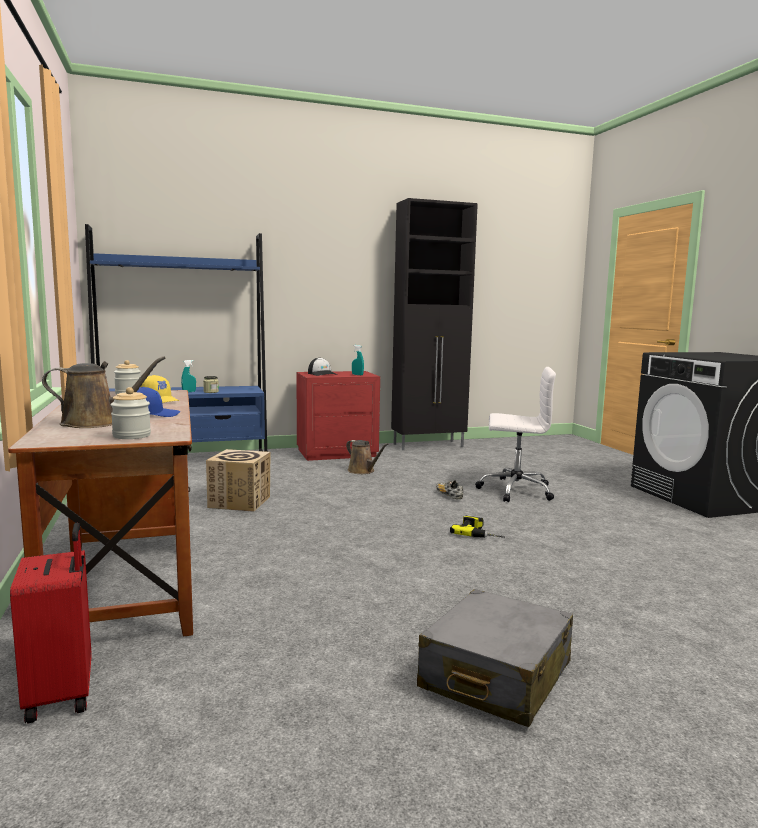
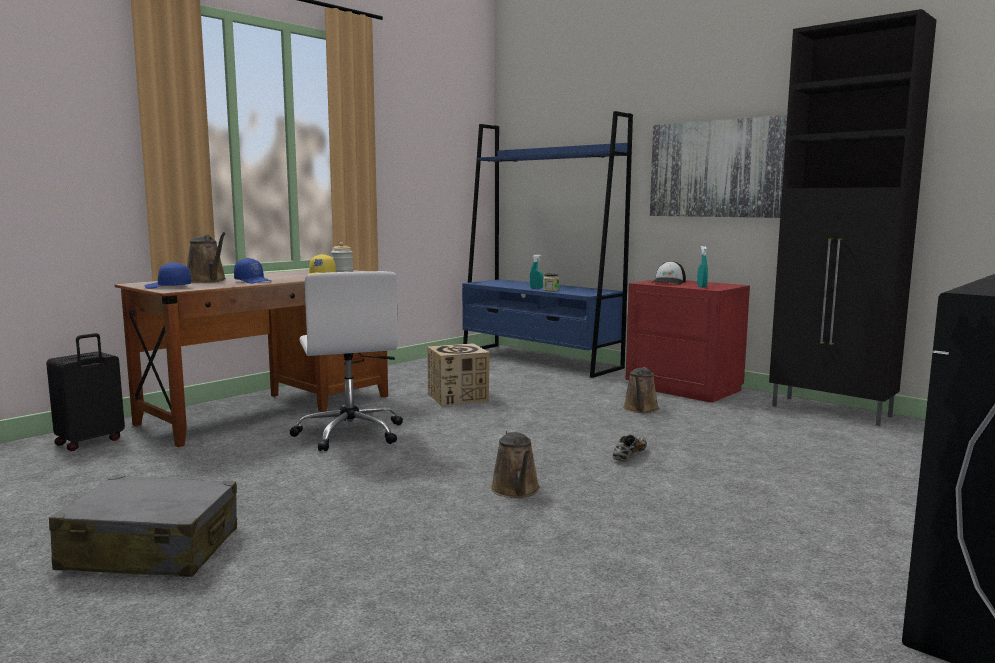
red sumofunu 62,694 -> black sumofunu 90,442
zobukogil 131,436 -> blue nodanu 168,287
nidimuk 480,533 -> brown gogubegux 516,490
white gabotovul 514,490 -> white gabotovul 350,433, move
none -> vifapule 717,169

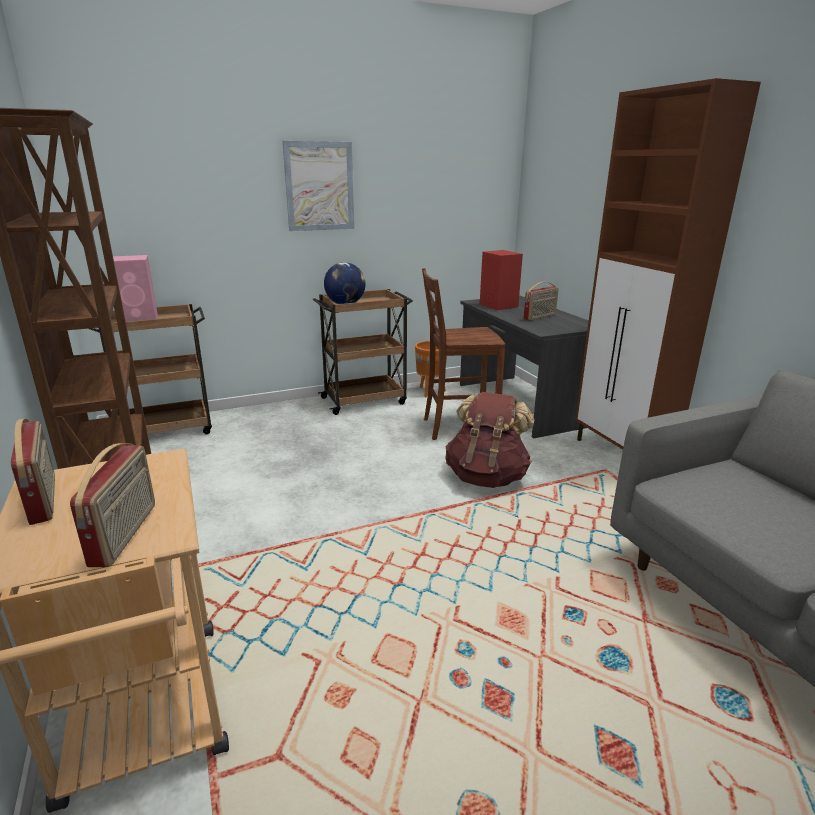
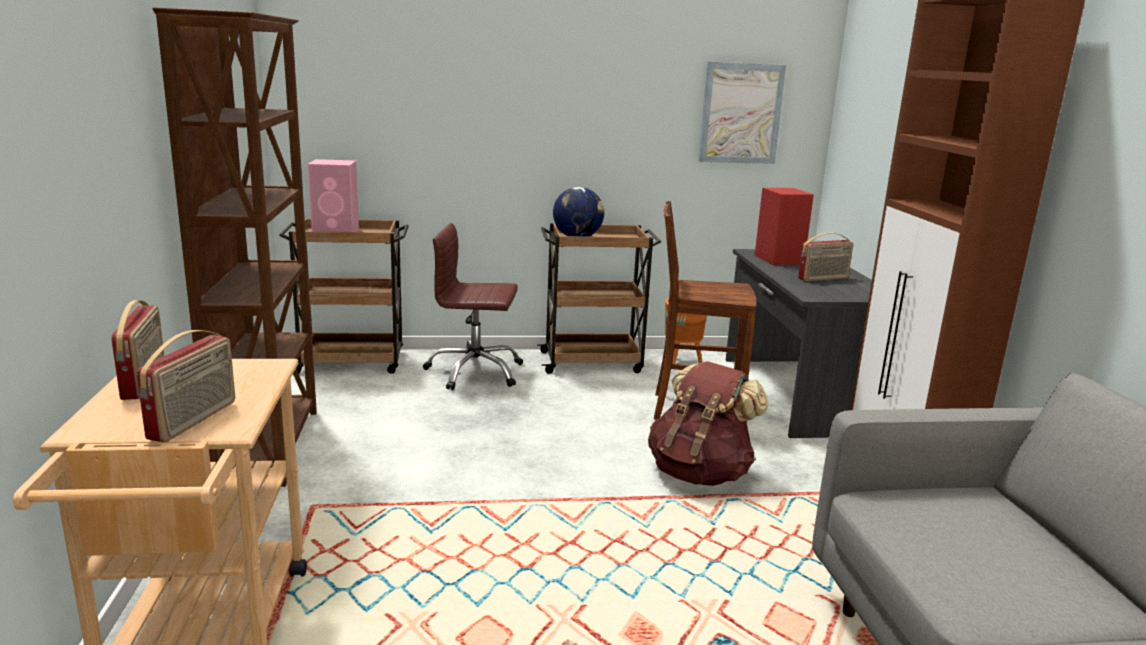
vifapule 319,186 -> vifapule 741,113, move
none -> brown gabotovul 475,372

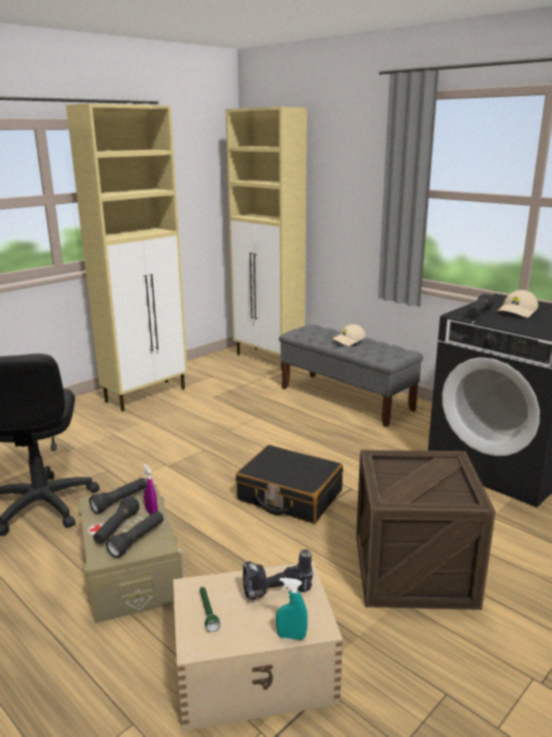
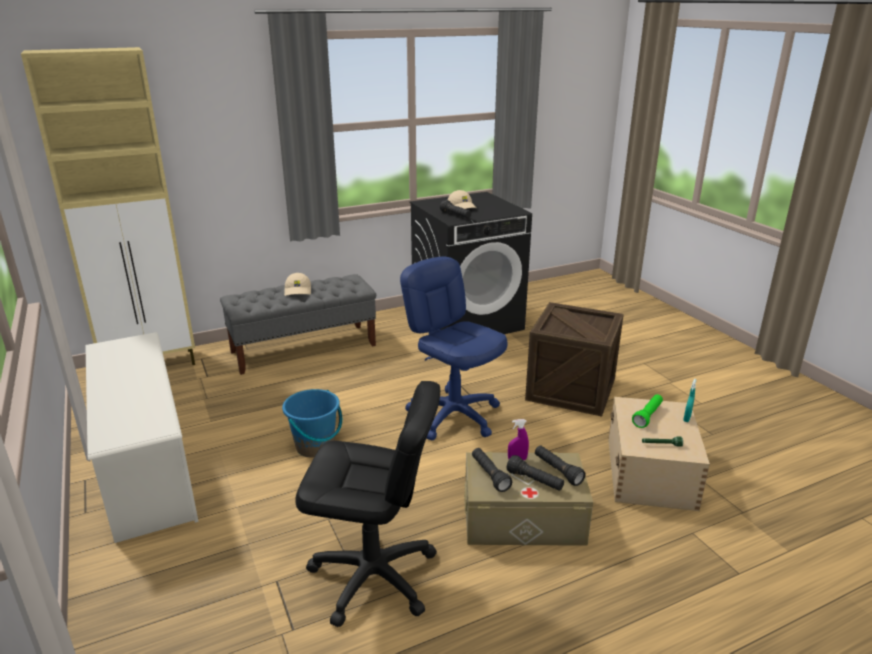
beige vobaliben 147,395 -> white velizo 147,467
black sumofunu 289,496 -> blue gabotovul 454,415
nidimuk 276,595 -> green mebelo 647,416
none -> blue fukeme 315,446

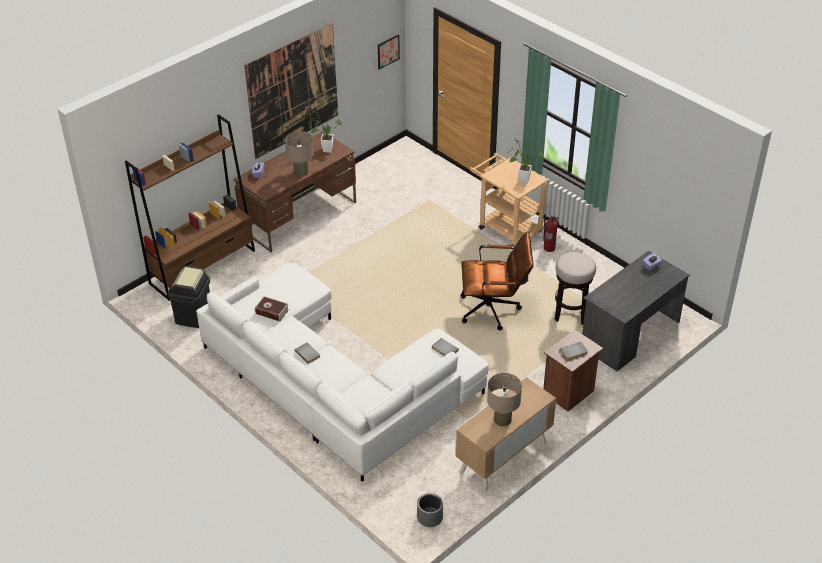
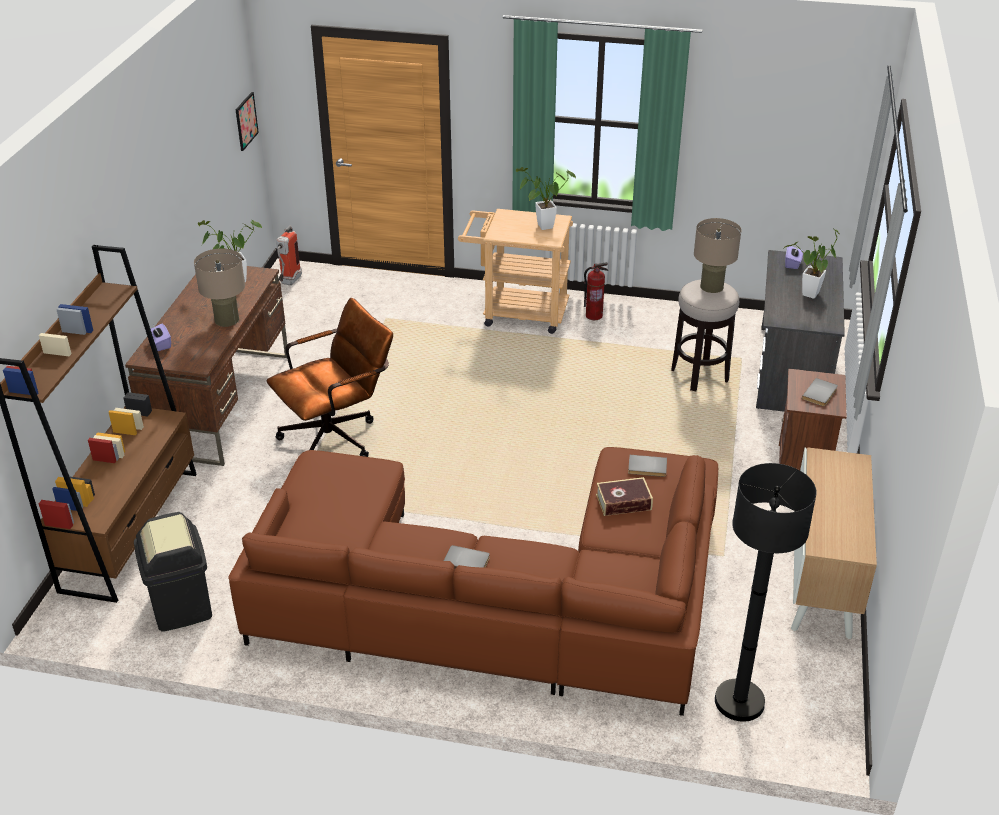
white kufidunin 333,383 -> brown kufidunin 496,599
vifapule 293,91 -> none
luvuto 272,312 -> luvuto 623,502, move
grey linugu 429,517 -> none
brown gabotovul 494,310 -> brown gabotovul 337,436, move
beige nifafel 502,419 -> beige nifafel 711,286, move
none -> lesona 289,282
none -> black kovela 739,701
none -> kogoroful 808,296

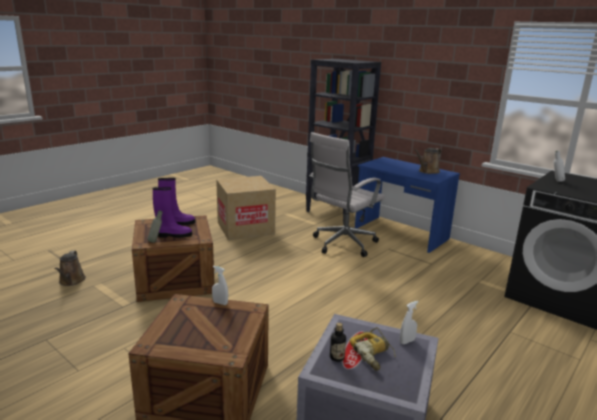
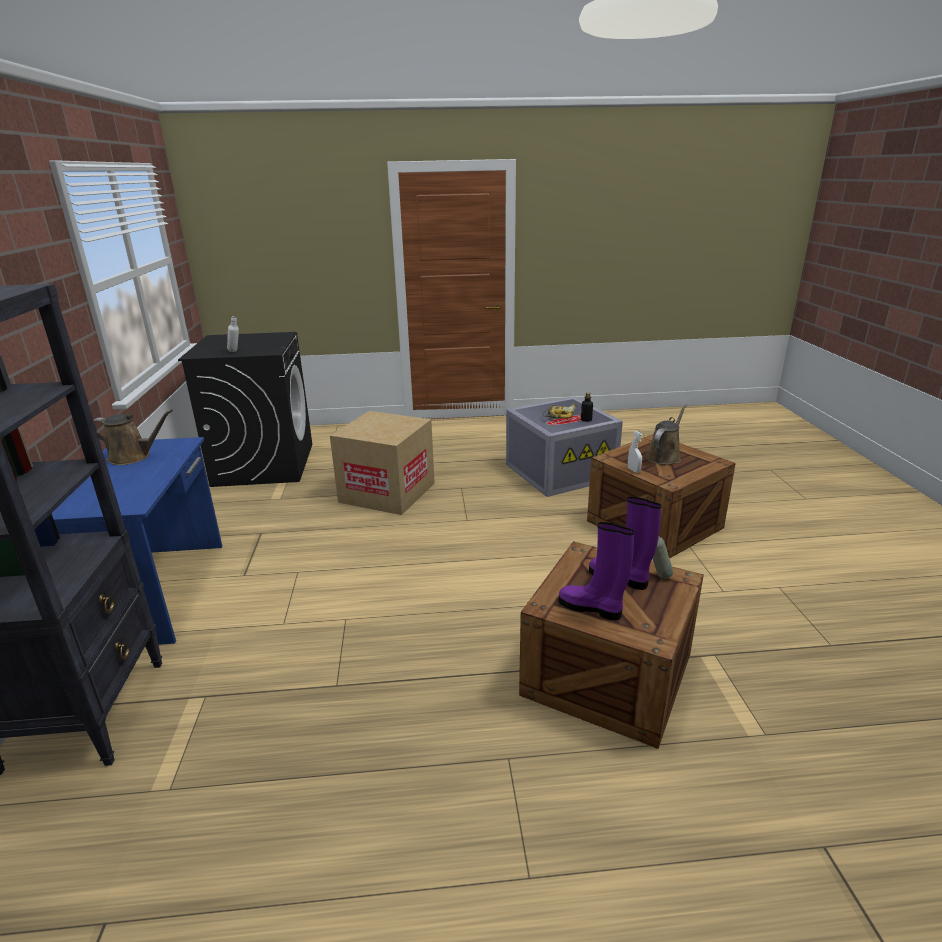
brown gogubegux 71,281 -> brown gogubegux 664,456, move
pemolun 245,228 -> pemolun 387,492, move
white gabotovul 342,244 -> none
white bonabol 407,341 -> none

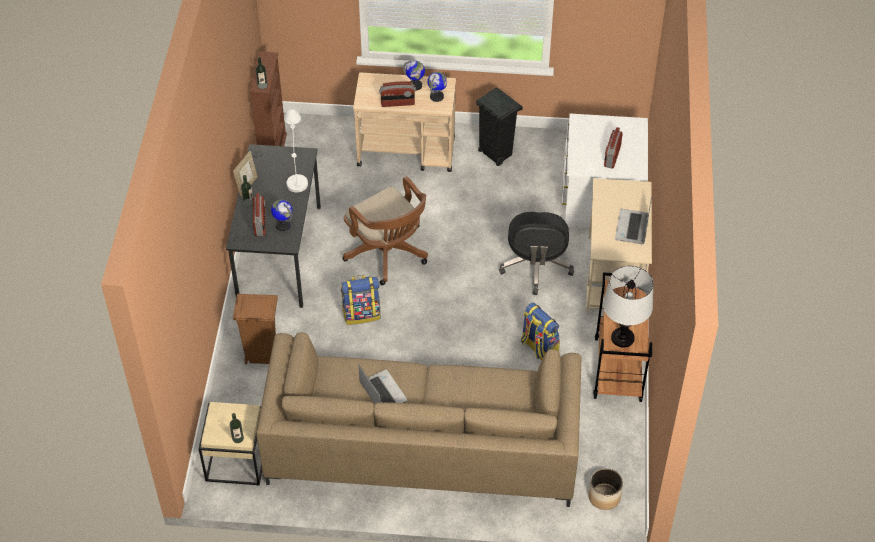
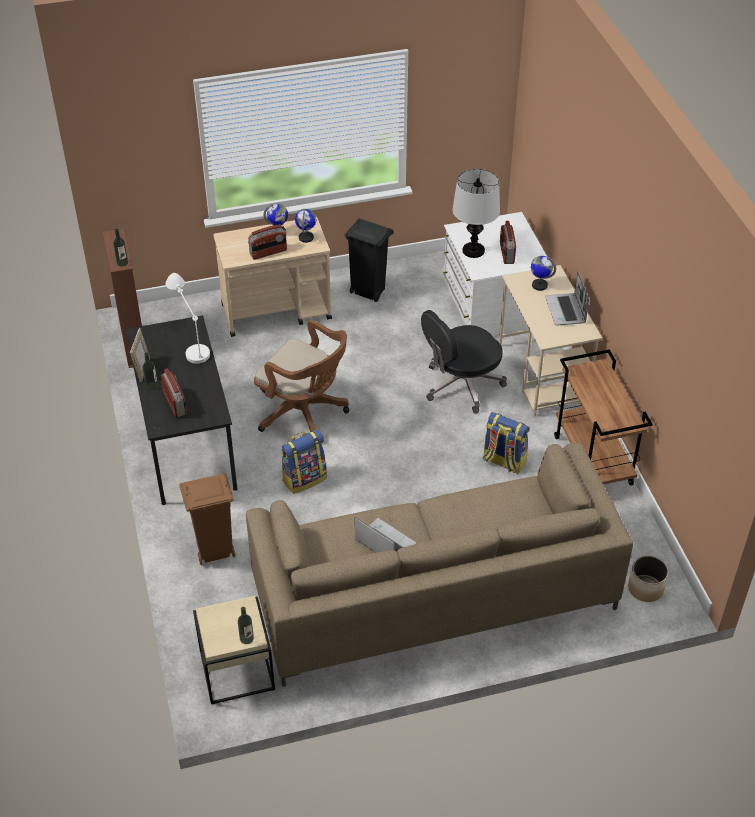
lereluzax 283,225 -> lereluzax 539,285, move
black gabotovul 536,266 -> black gabotovul 461,385, 75 degrees clockwise
nifafel 623,338 -> nifafel 473,251, move

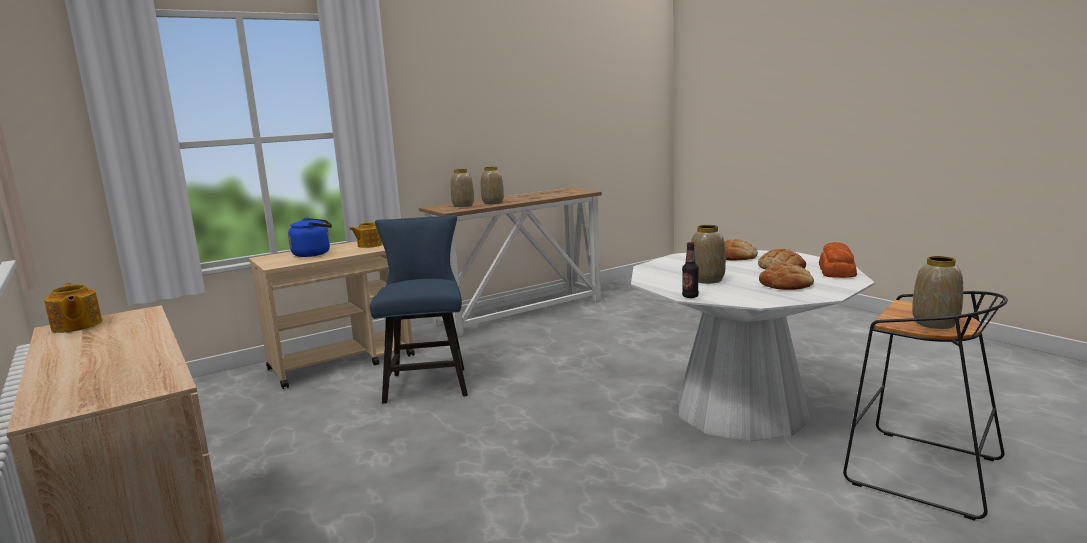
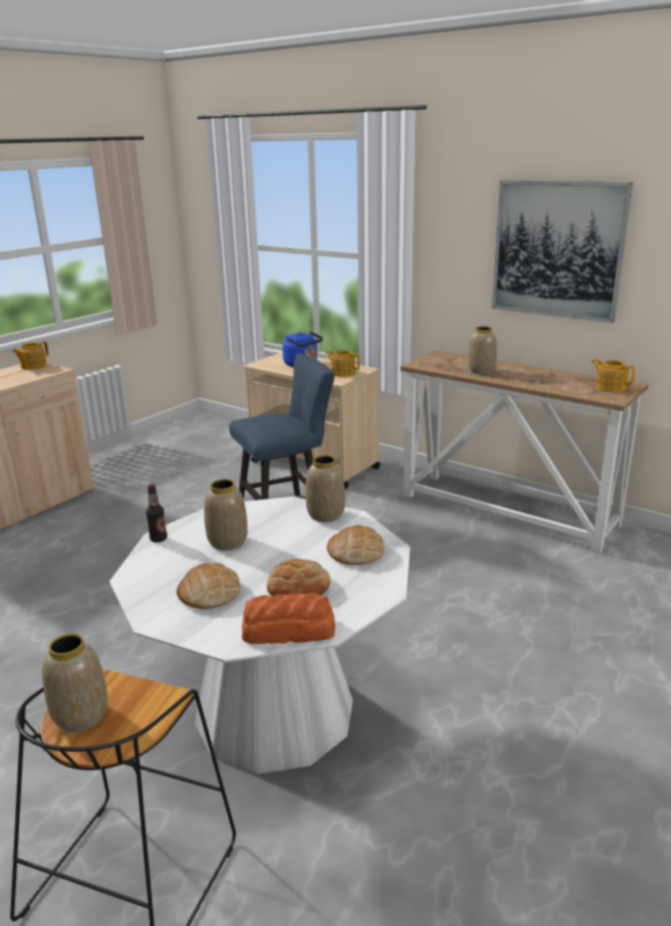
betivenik 463,205 -> betivenik 325,515, move
none -> vifapule 558,250
none -> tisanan 610,387

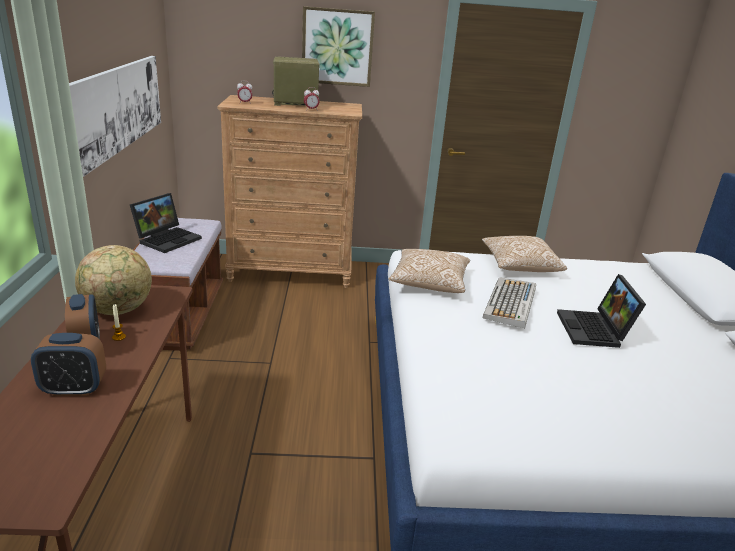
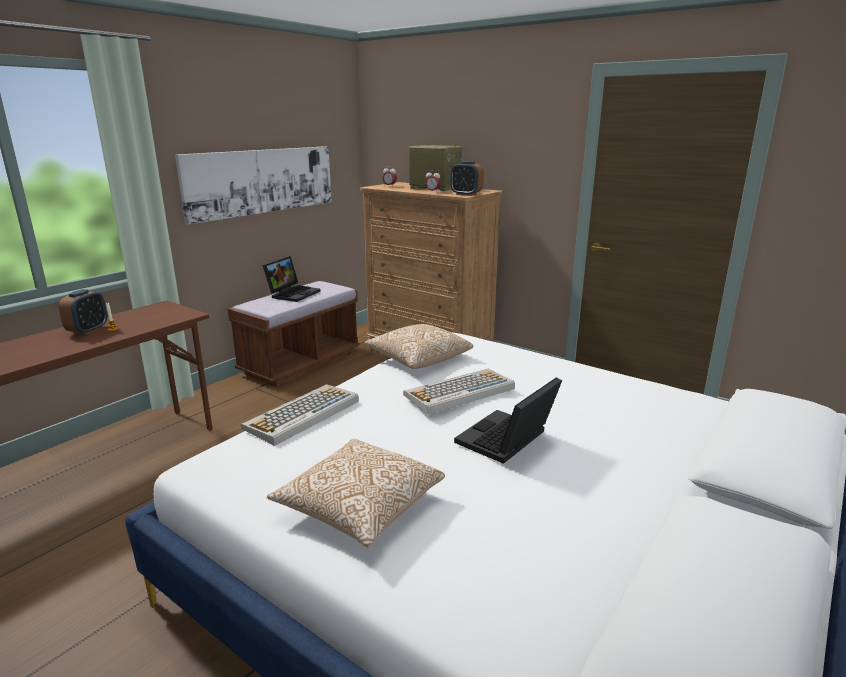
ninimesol 74,389 -> ninimesol 466,194, move
lereluzax 118,310 -> none
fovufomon 168,239 -> fovufomon 293,293, 45 degrees counterclockwise
vifapule 337,47 -> none
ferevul 519,266 -> ferevul 360,507, move
none -> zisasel 302,415

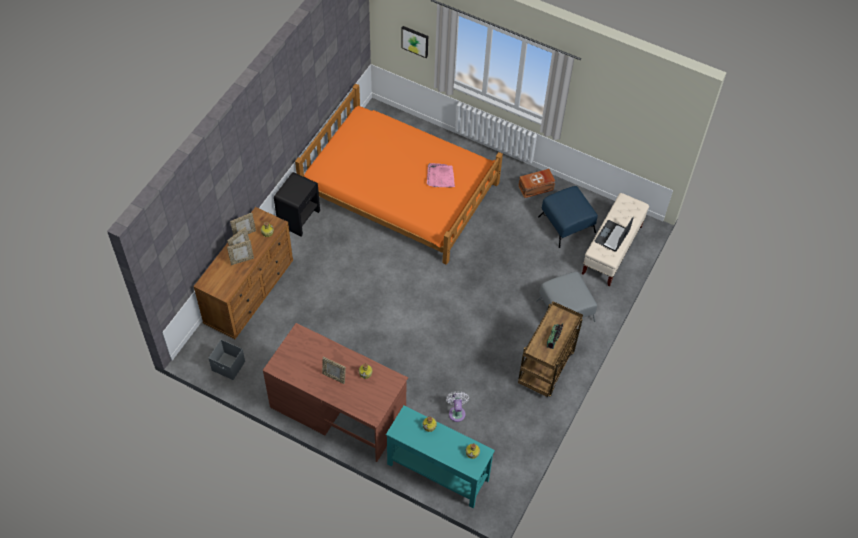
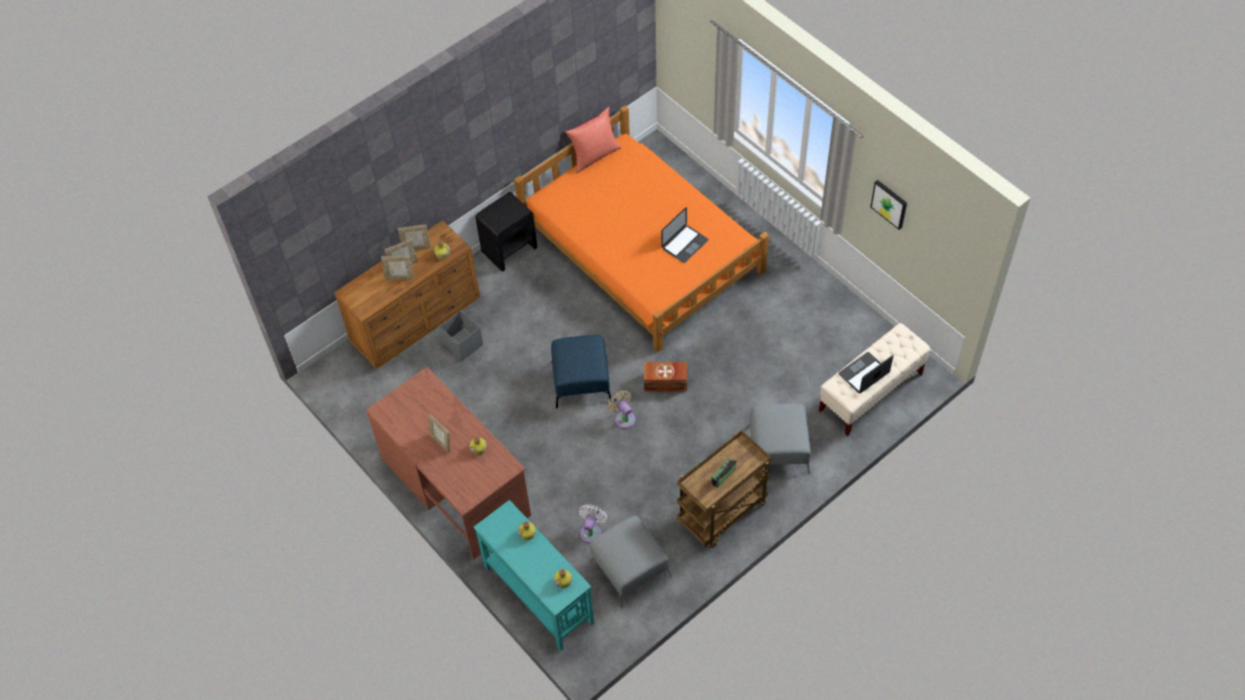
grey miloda 228,366 -> grey miloda 463,345, move
vifapule 415,41 -> vifapule 889,203, move
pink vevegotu 440,177 -> fovufomon 684,244
brown miloda 536,188 -> brown miloda 666,383, move
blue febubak 566,224 -> blue febubak 581,381, move
none -> red ferevul 594,156
none -> grey febubak 630,569
none -> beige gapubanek 623,418

